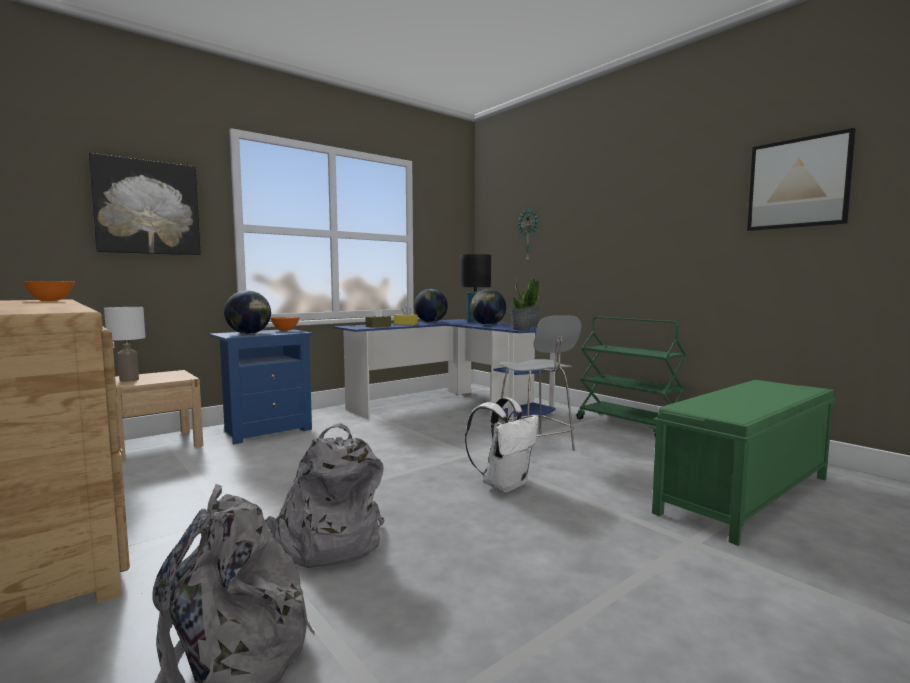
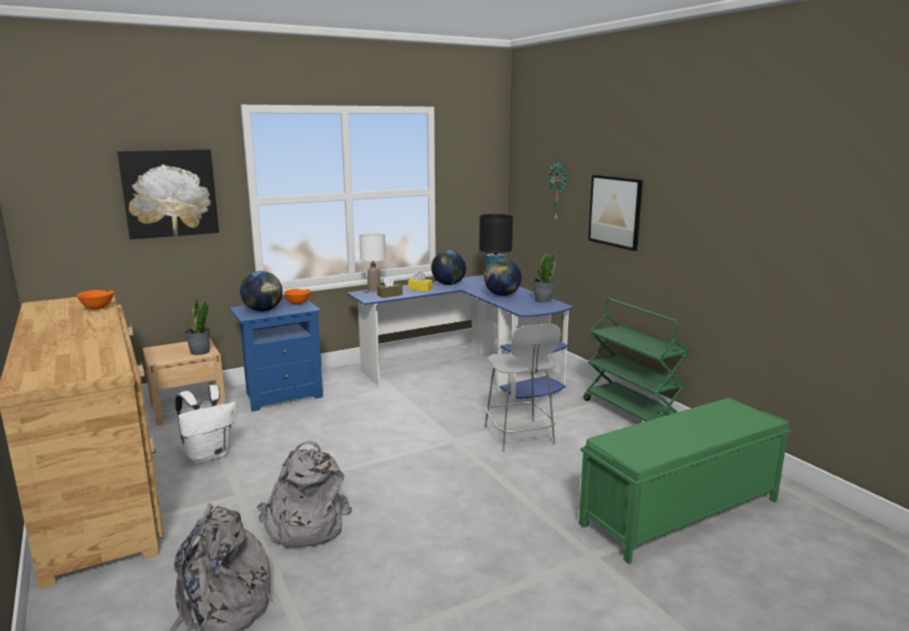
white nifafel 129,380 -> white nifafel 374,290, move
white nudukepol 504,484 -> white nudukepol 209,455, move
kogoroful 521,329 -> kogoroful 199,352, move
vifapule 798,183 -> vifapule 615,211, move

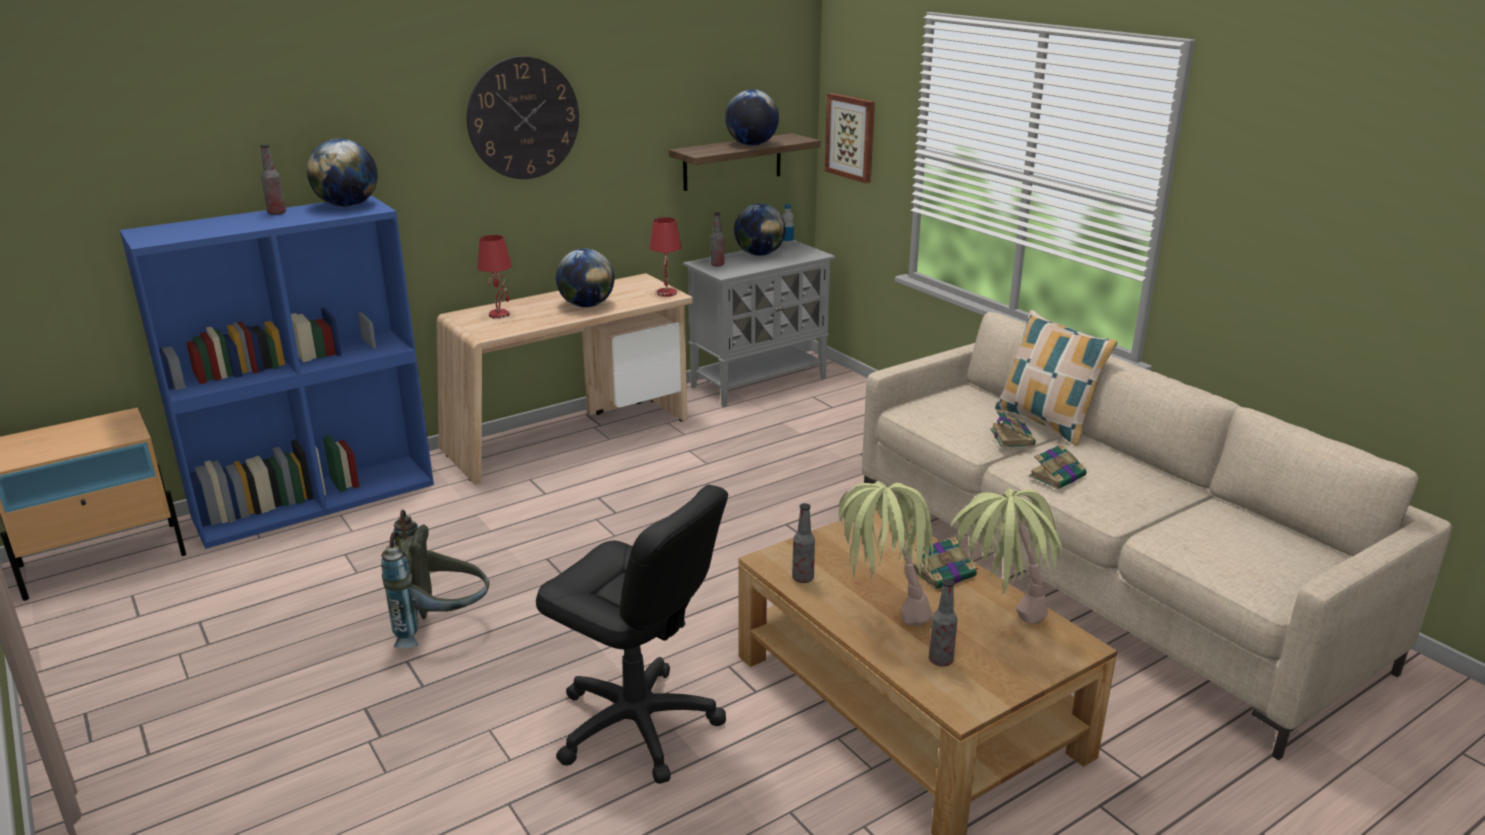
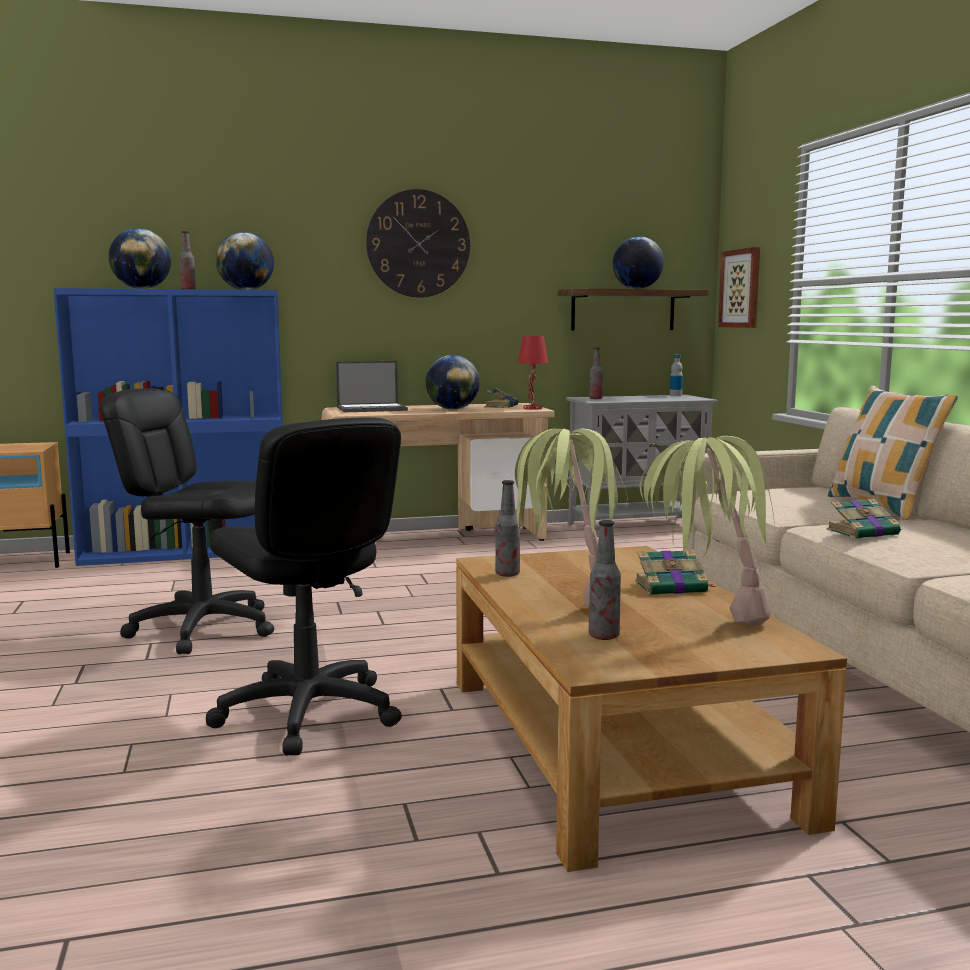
grey nudukepol 443,627 -> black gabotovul 203,628
red nifafel 499,314 -> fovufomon 372,409
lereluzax 759,254 -> lereluzax 142,289, move
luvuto 1011,437 -> luvuto 501,406, move

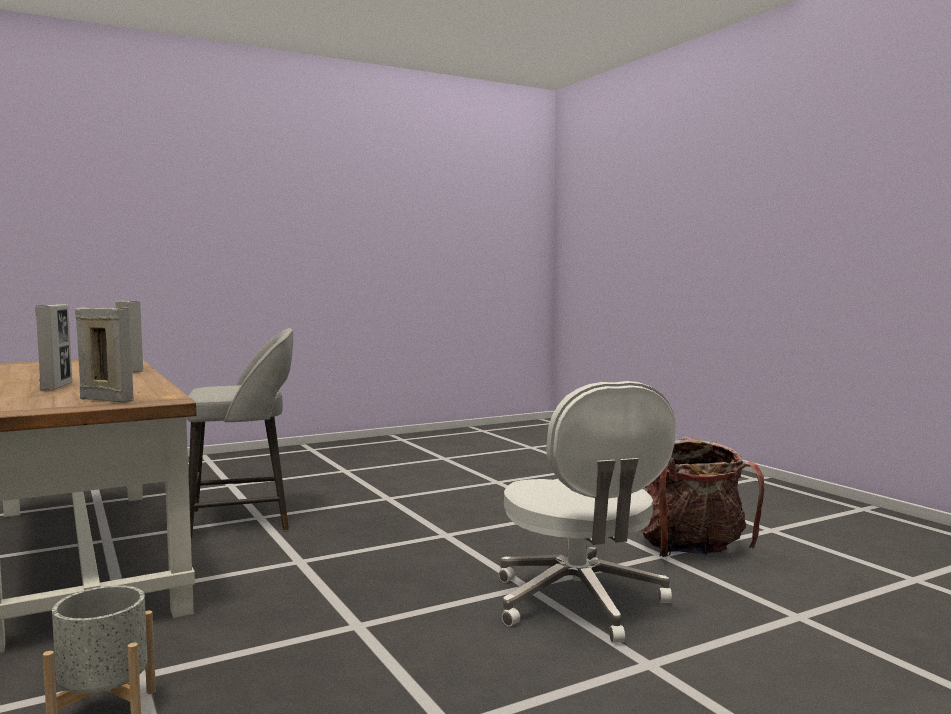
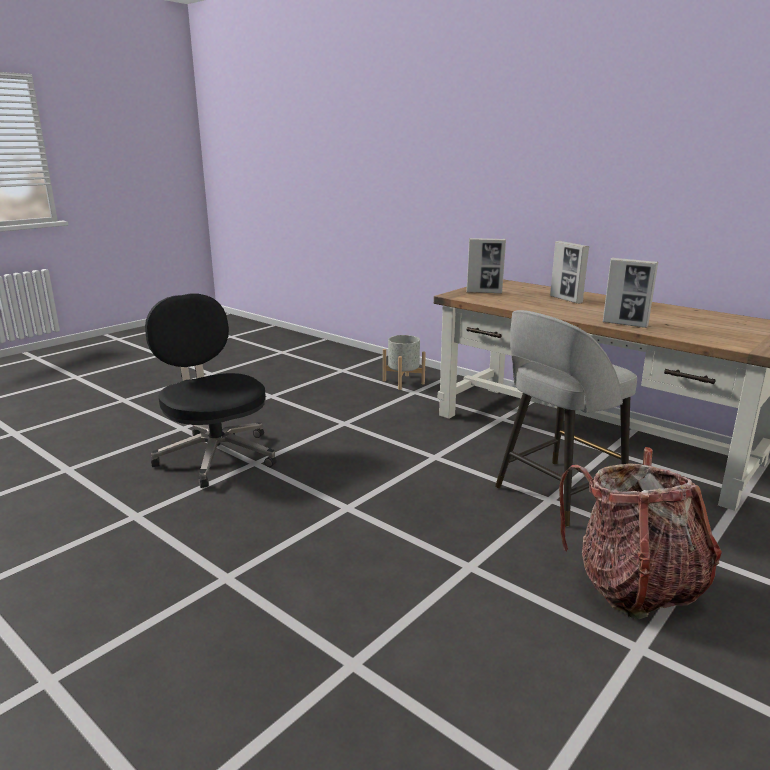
white gabotovul 580,603 -> black gabotovul 216,456
nudukepol 692,550 -> nudukepol 634,585, move

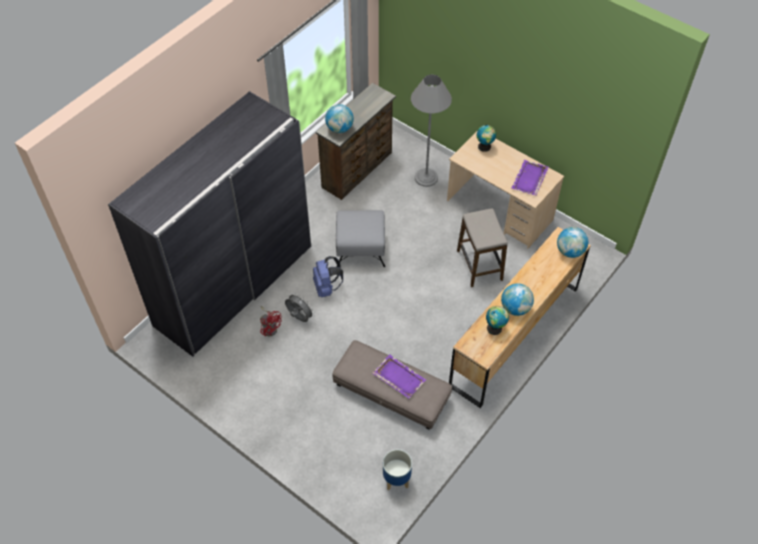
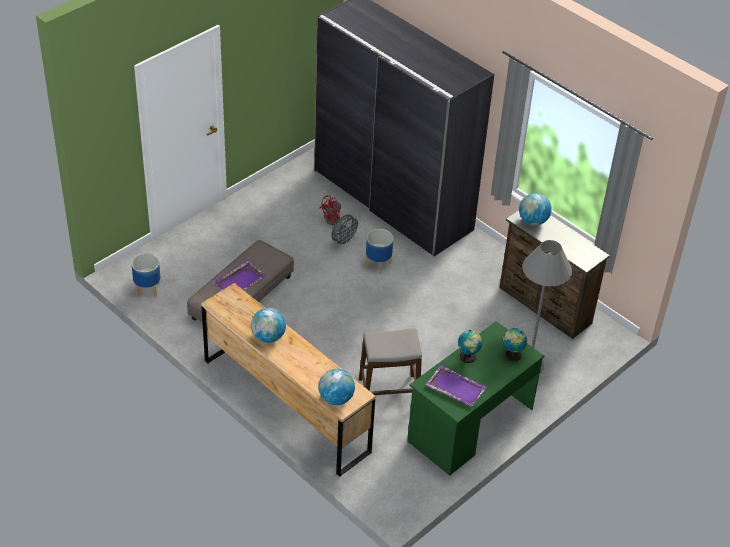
blue nudukepol 327,287 -> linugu 378,264
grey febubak 361,248 -> none
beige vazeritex 499,210 -> green vazeritex 470,425
lereluzax 495,328 -> lereluzax 468,357, move

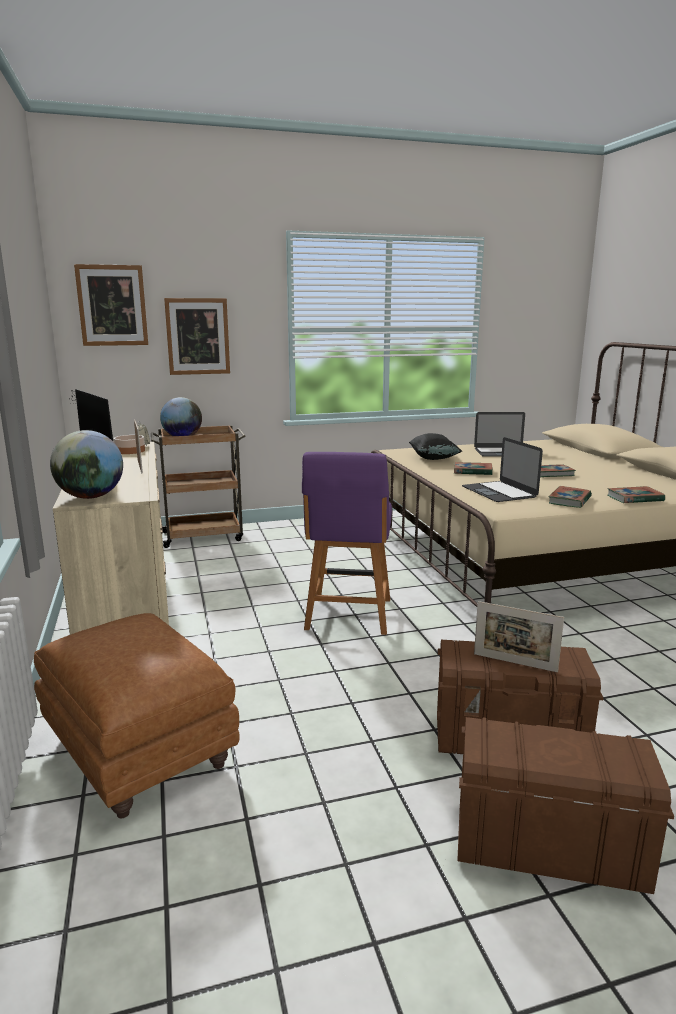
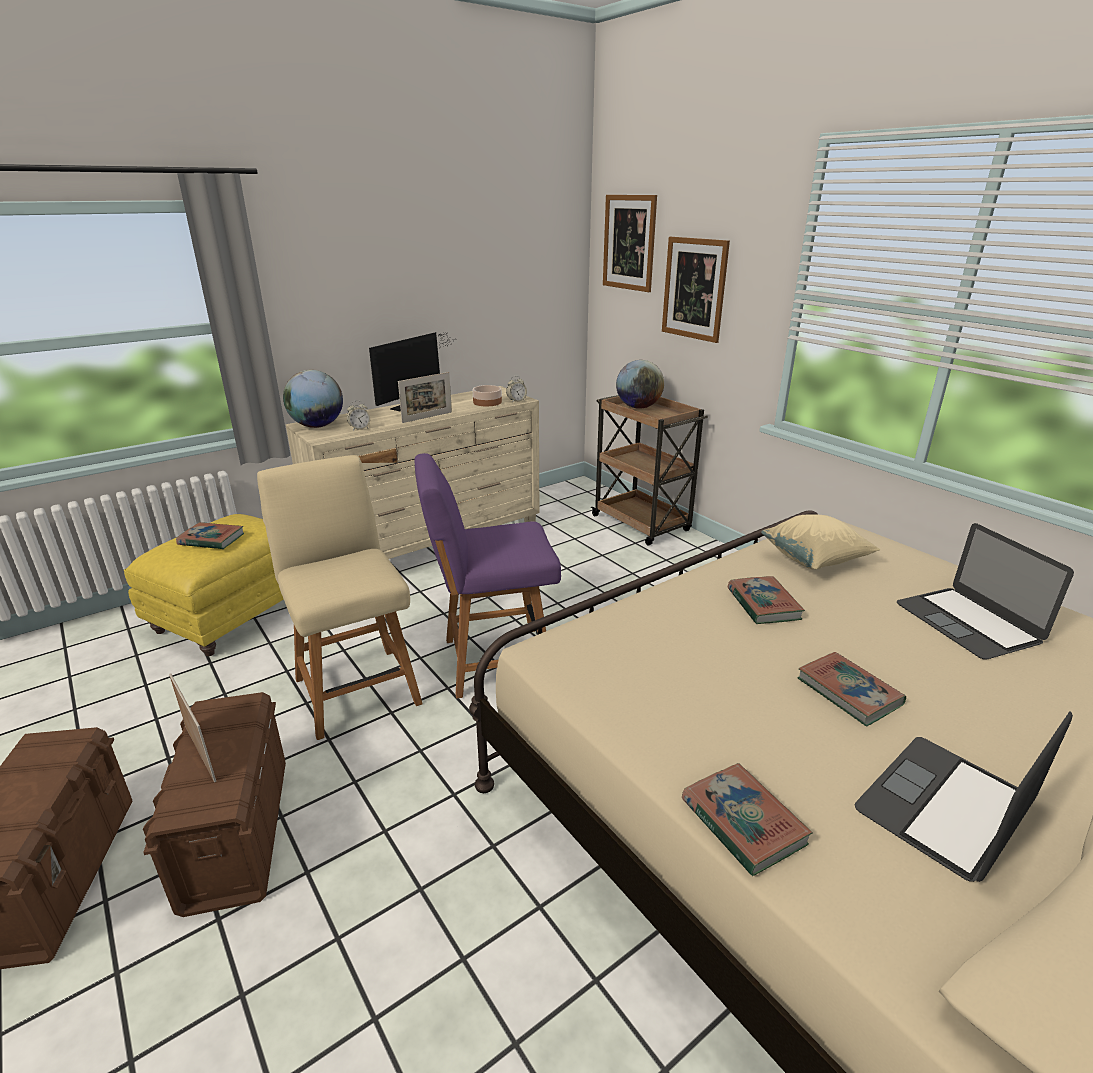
brown febubak 137,751 -> yellow febubak 234,614
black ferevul 433,458 -> beige ferevul 814,561
fovufomon 499,492 -> fovufomon 945,805, move
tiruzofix 514,662 -> tiruzofix 200,753, 135 degrees clockwise
luvuto 569,500 -> luvuto 211,539, move
none -> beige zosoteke 356,688
none -> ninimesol 359,428

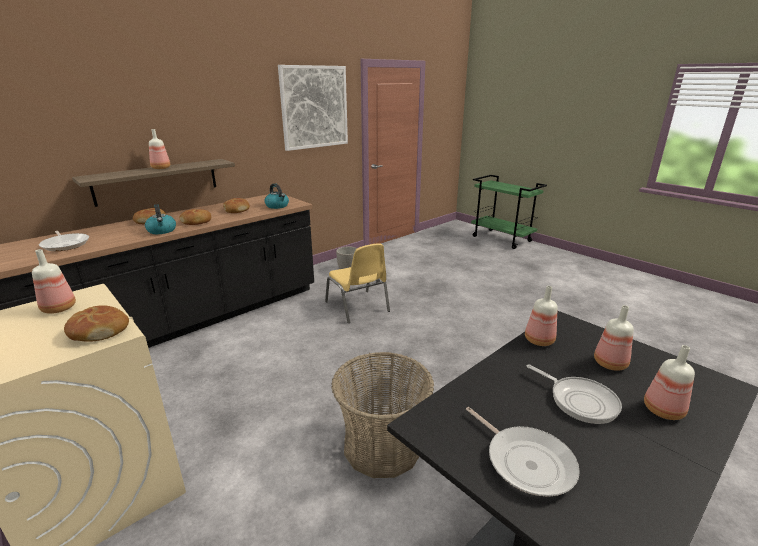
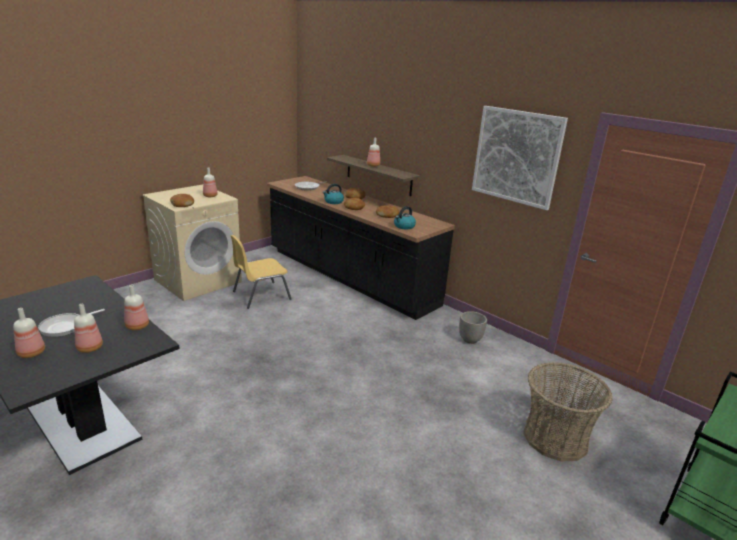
yellow zosoteke 358,307 -> yellow zosoteke 260,295, move
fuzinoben 382,445 -> fuzinoben 555,438, move
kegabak 526,461 -> none

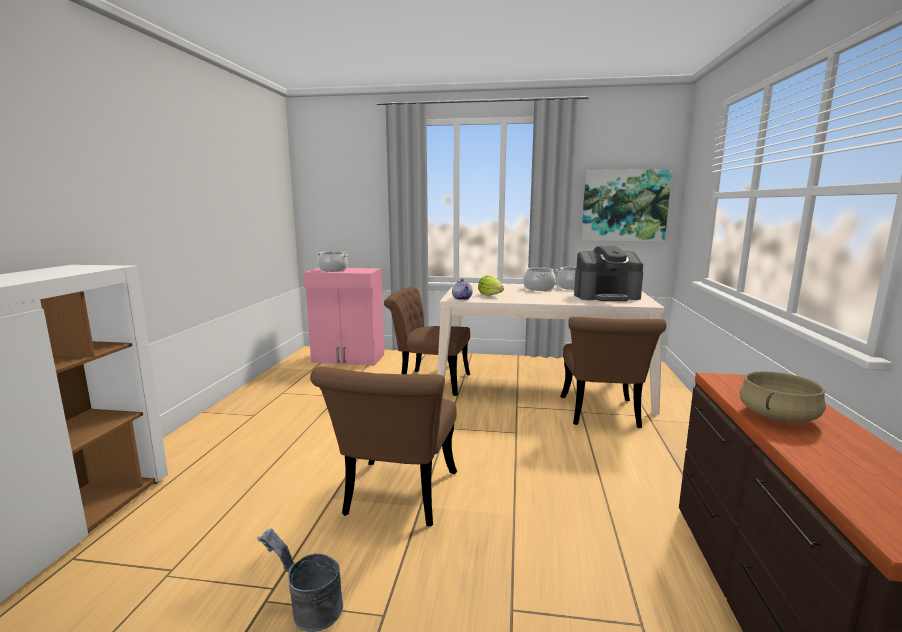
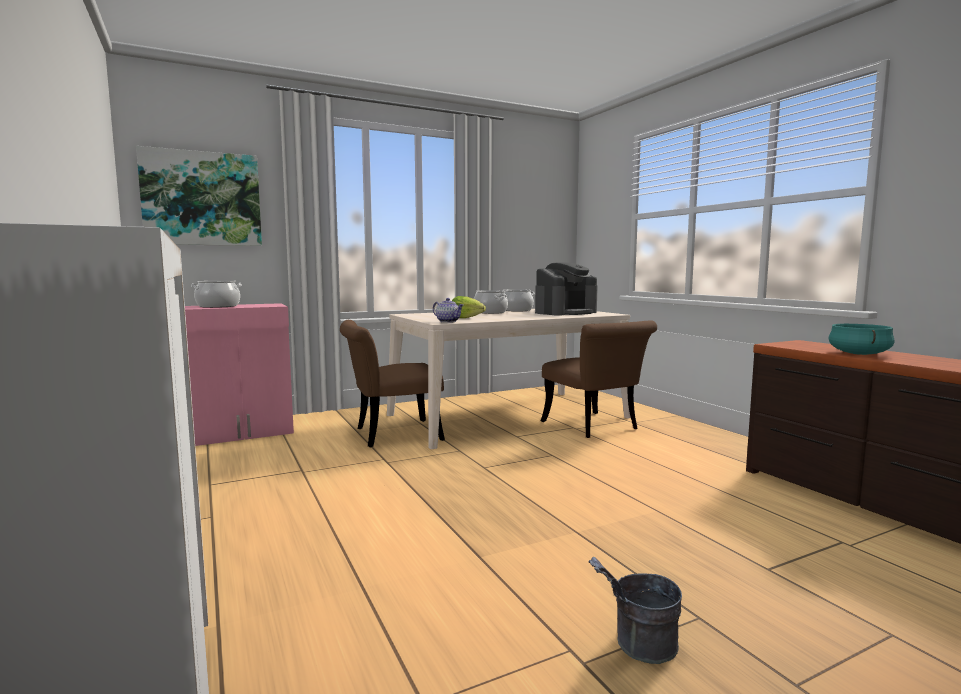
brown zosoteke 396,499 -> none
vifapule 624,205 -> vifapule 202,199, move
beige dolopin 778,417 -> turquoise dolopin 859,354

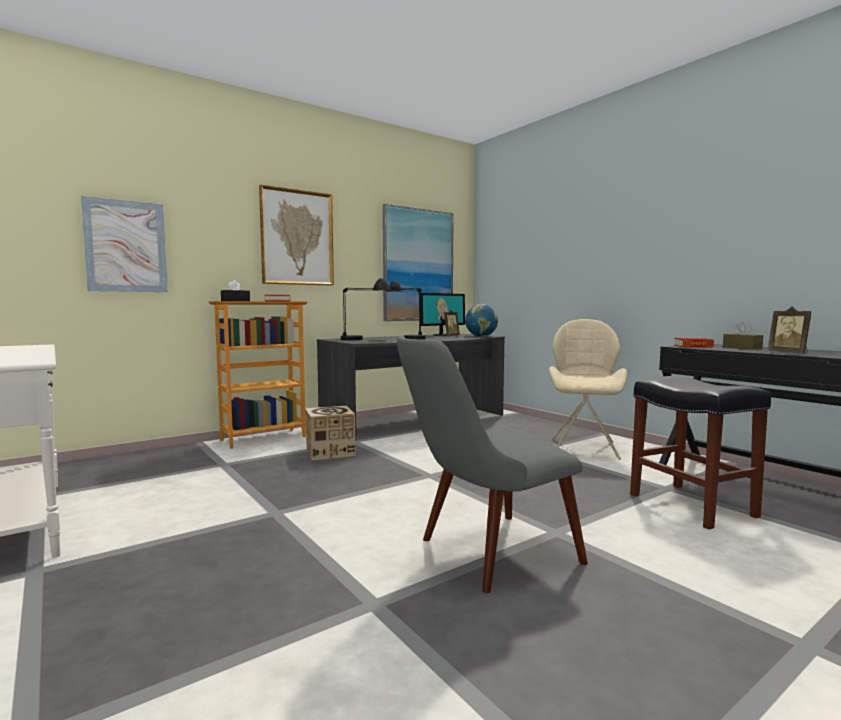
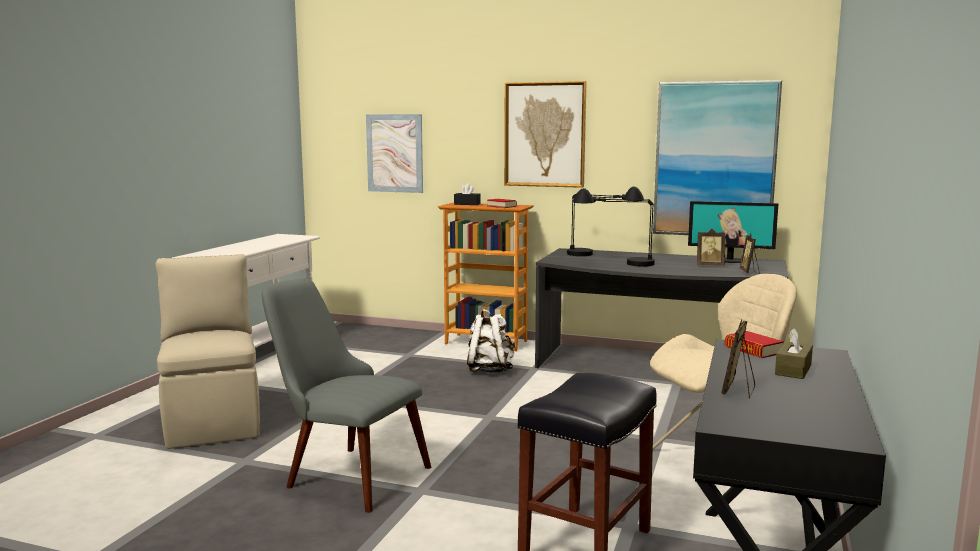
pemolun 330,452 -> white nudukepol 490,370
lereluzax 481,336 -> tiruzofix 749,272
none -> beige zosoteke 213,422

